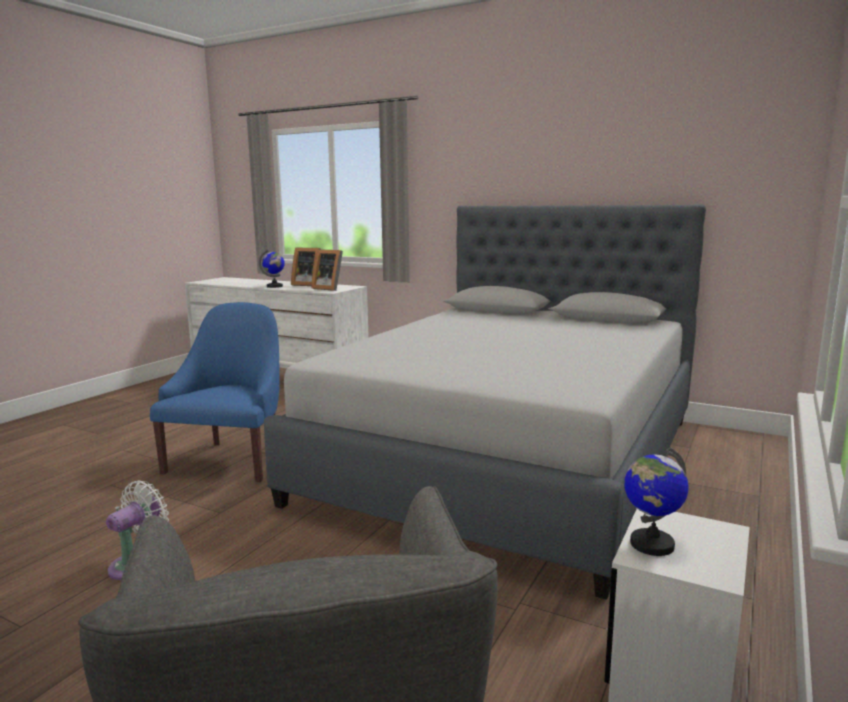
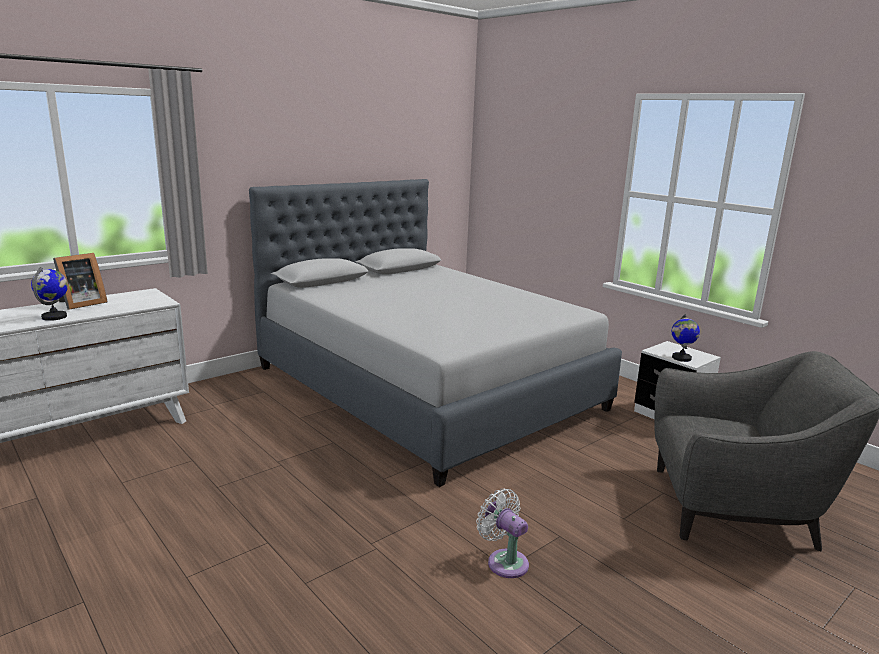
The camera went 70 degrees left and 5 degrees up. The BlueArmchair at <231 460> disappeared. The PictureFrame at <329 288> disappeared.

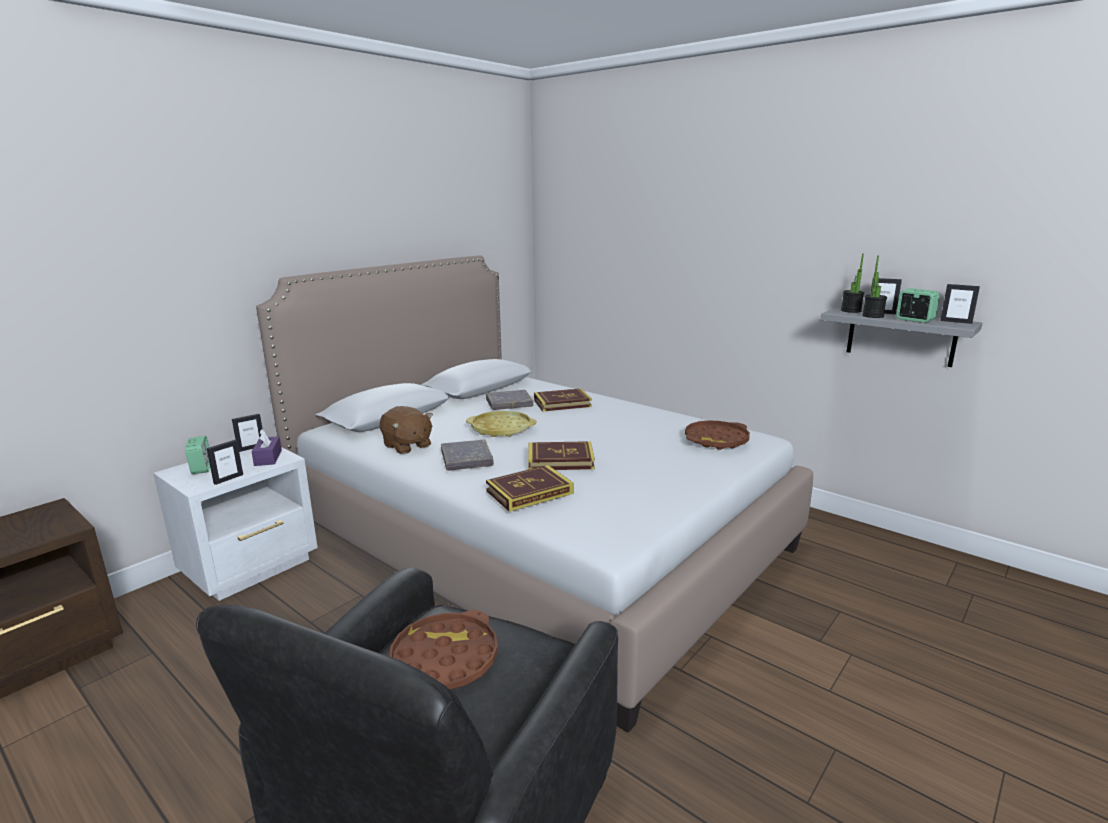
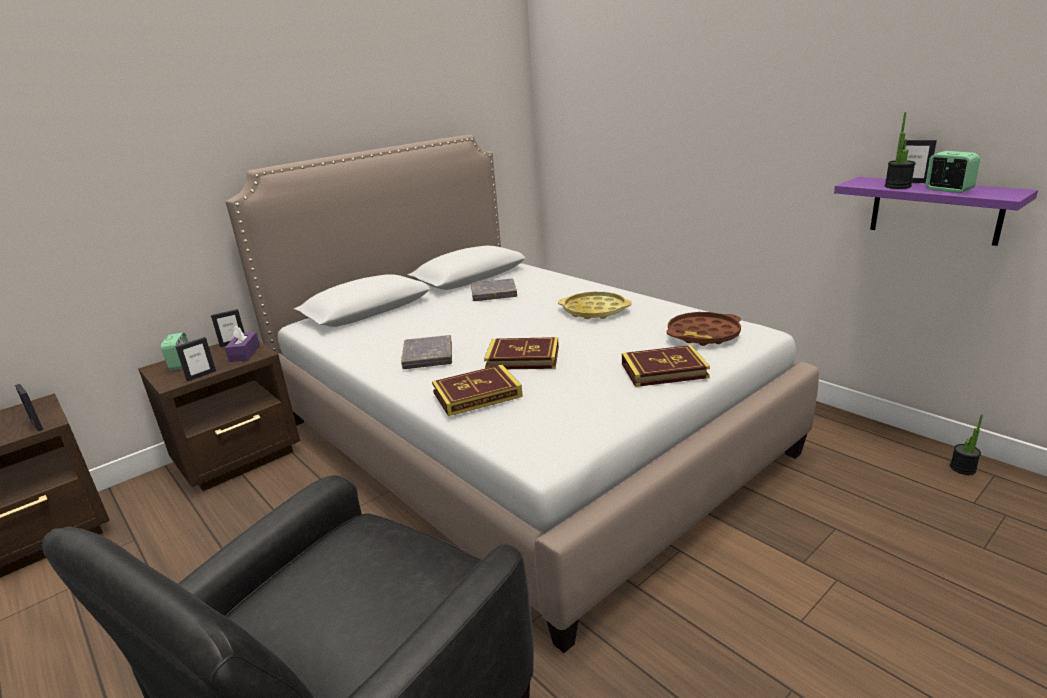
The camera went 10 degrees right and 5 degrees up. The BrownPlushToy at <407 446> disappeared. The BrownTray at <444 659> disappeared. The YellowTray moved from <501 429> to <594 311>. The Book moved from <562 403> to <664 370>. The PottedPlant moved from <851 311> to <962 468>. The PictureFrame moved from <956 322> to <37 425>. The WhiteNightstand at <252 567> became the BrownNightstand at <240 458>. The GreyShelf at <900 336> became the PurpleShelf at <935 210>.

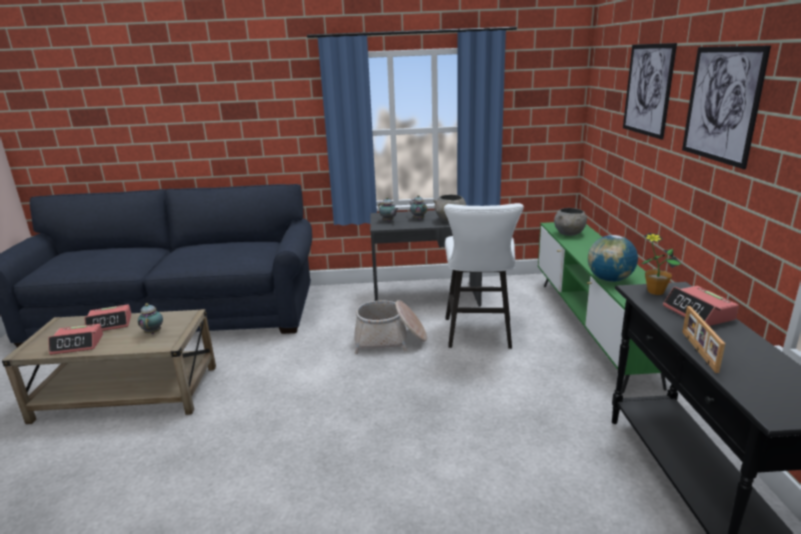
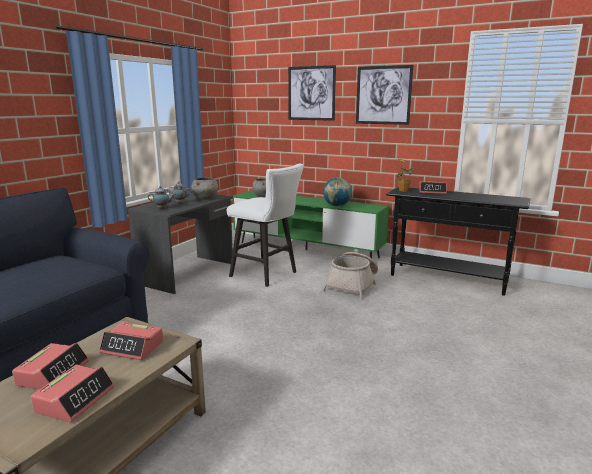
The camera went 60 degrees left and 5 degrees down. The PictureFrame at <698 351> disappeared. The Basket moved from <390 340> to <352 285>. The Teapot at <153 332> was replaced by the AlarmClock at <133 347>.

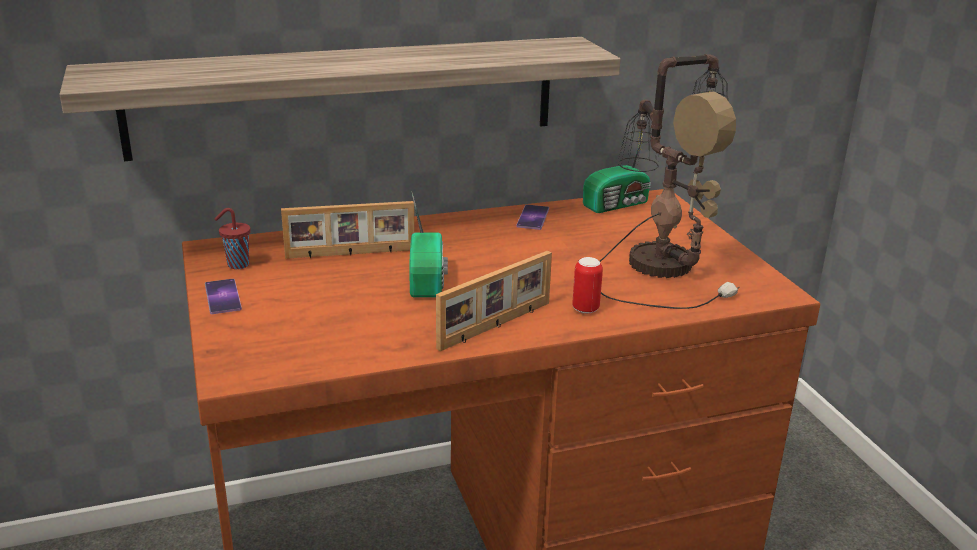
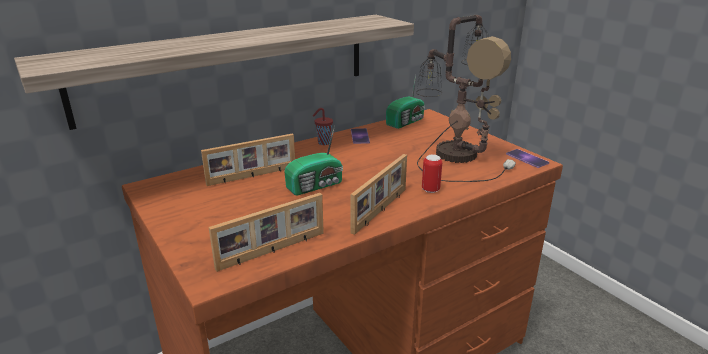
The camera went 15 degrees left and 0 degrees up. The PictureFrame at <272 251> appeared. The Phone moved from <222 296> to <527 158>. The RedCup moved from <236 265> to <323 143>. The Radio at <428 279> turned 75 degrees clockwise.

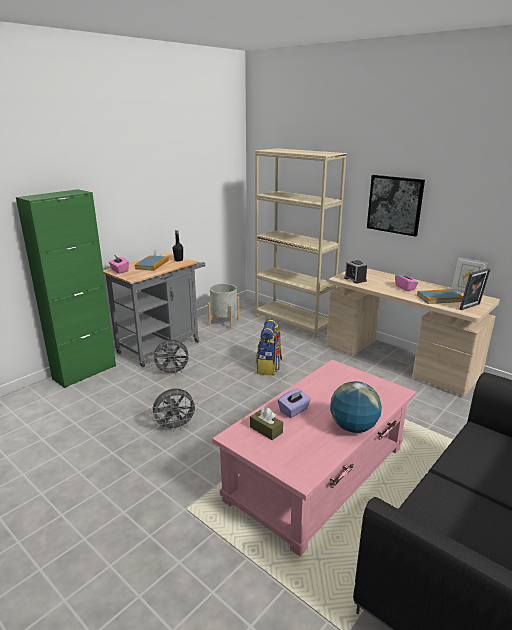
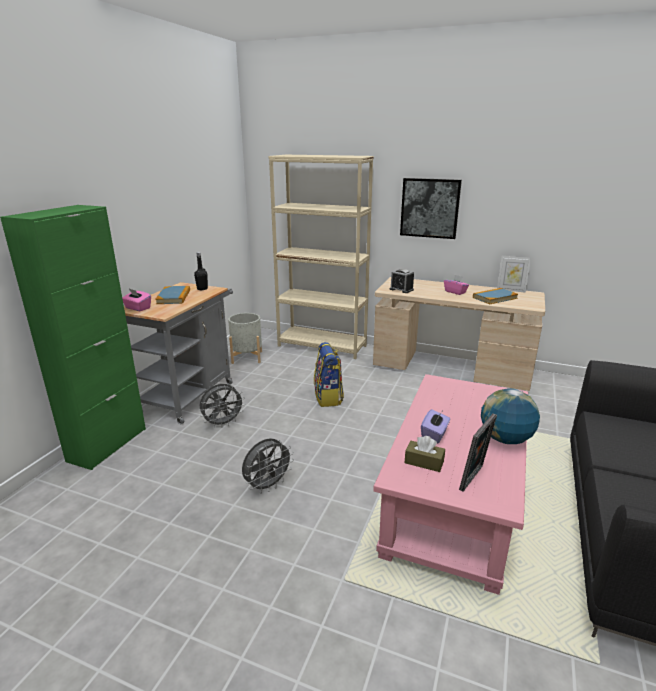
The camera went 20 degrees left and 0 degrees up. The PictureFrame moved from <471 307> to <474 479>.

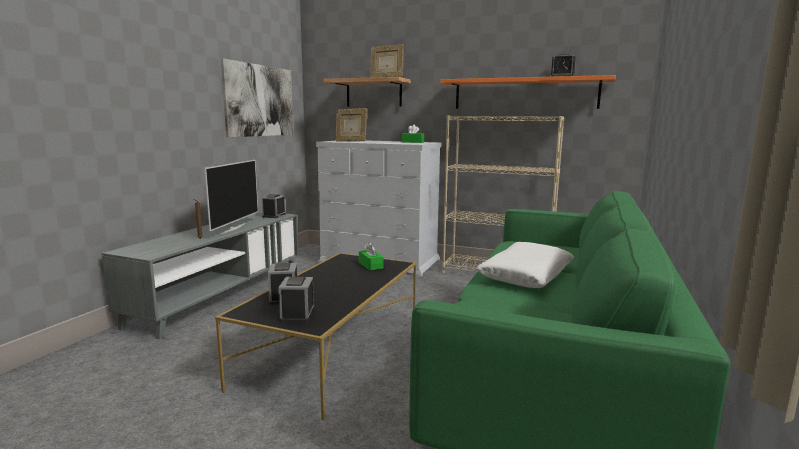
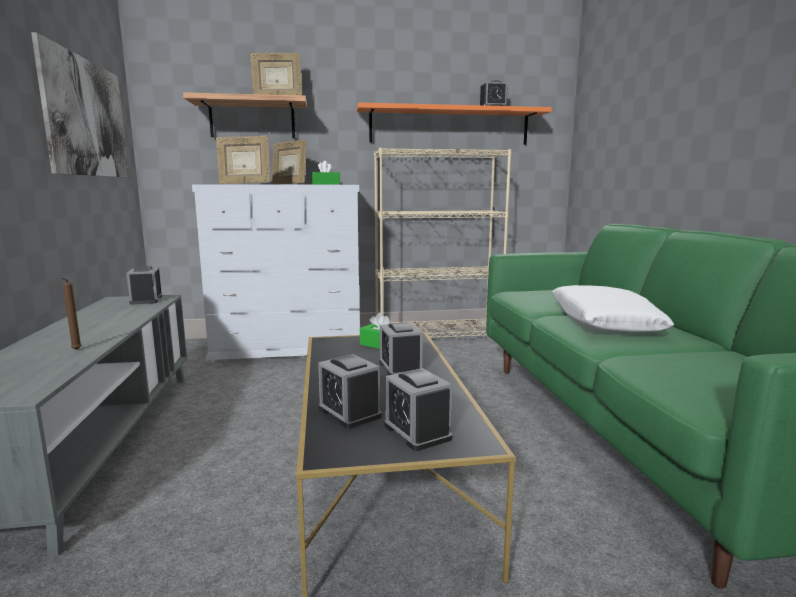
The camera went 30 degrees left and 0 degrees up. The Television at <232 228> disappeared. The PictureFrame at <289 184> appeared. The AlarmClock at <400 368> appeared.

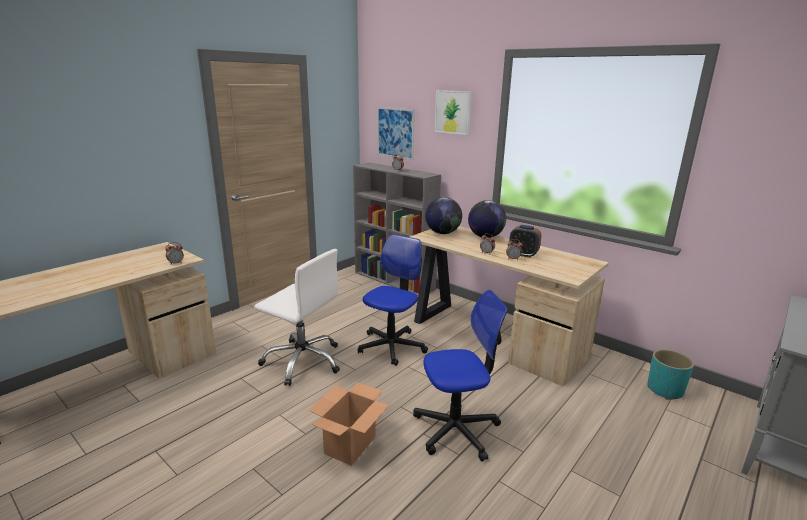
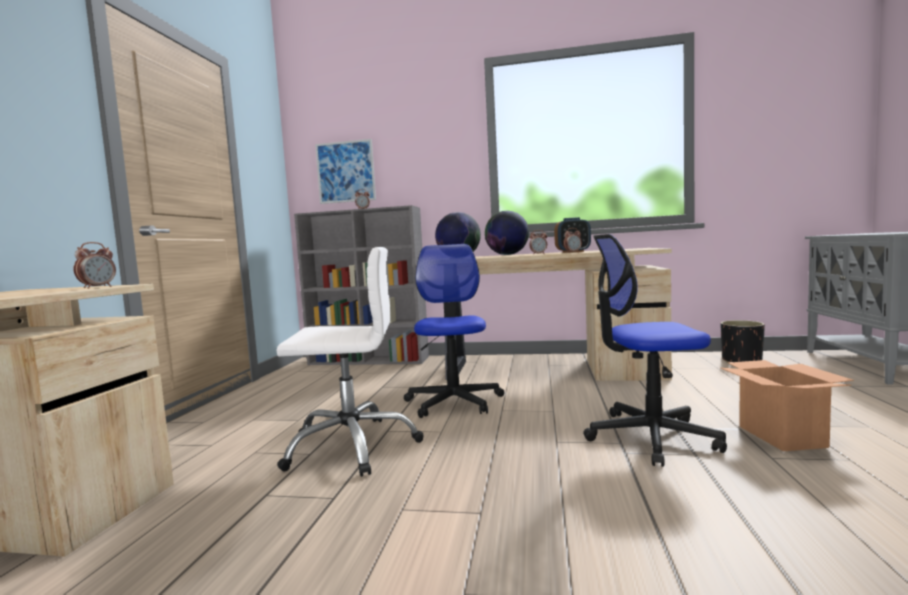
The camera went 30 degrees left and 15 degrees down. The Picture at <453 112> disappeared. The CardboardBox moved from <350 444> to <780 436>. The TurquoisePlanter at <665 390> became the BlackPlanter at <742 361>. The OfficeChair at <456 429> turned 135 degrees counterclockwise.

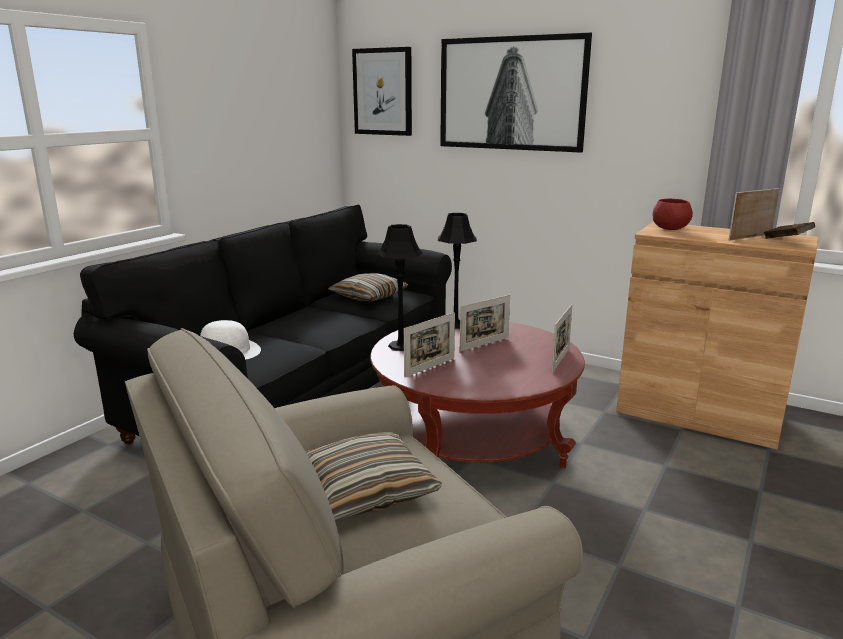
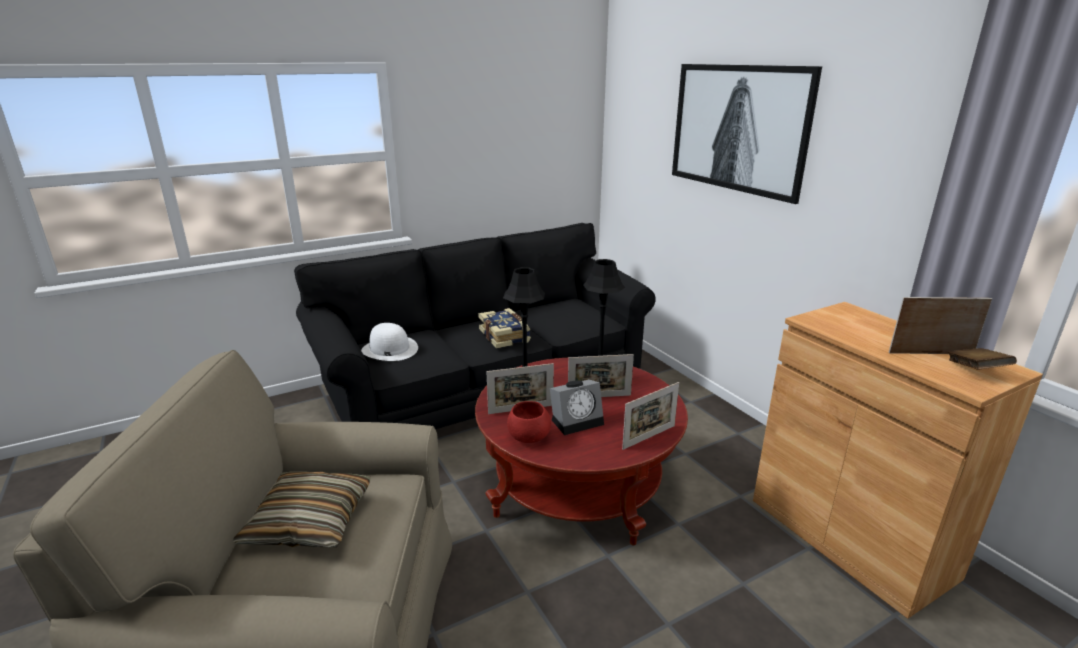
The camera went 30 degrees right and 5 degrees up. The Pillow at <369 296> disappeared. The Picture at <383 92> disappeared. The Book at <505 336> appeared. The AlarmClock at <577 420> appeared. The RedBowl moved from <669 229> to <528 437>.

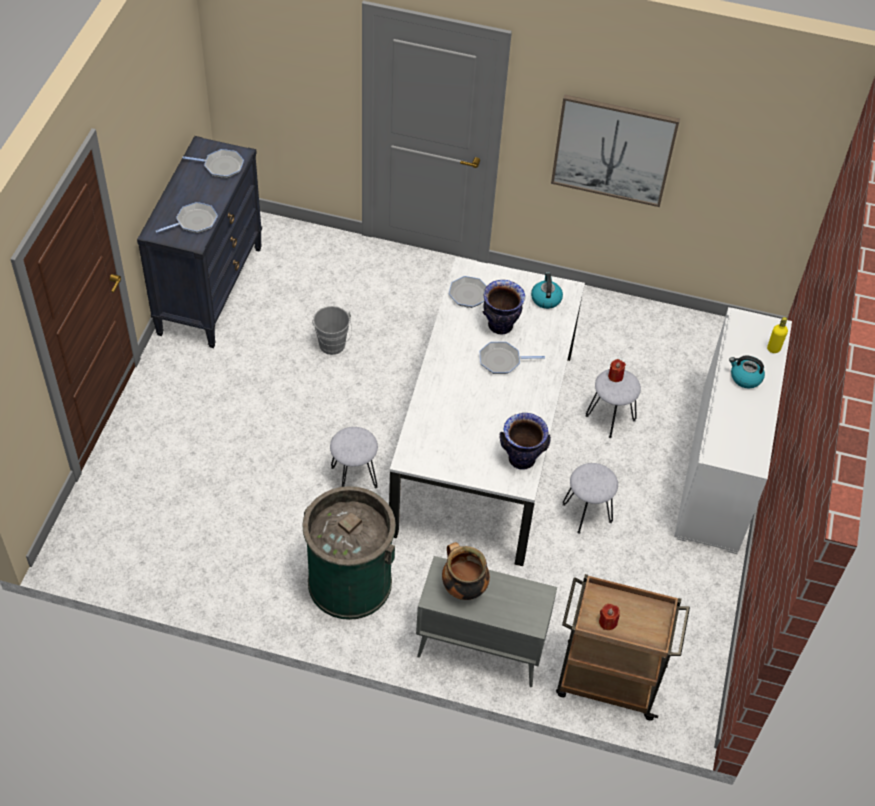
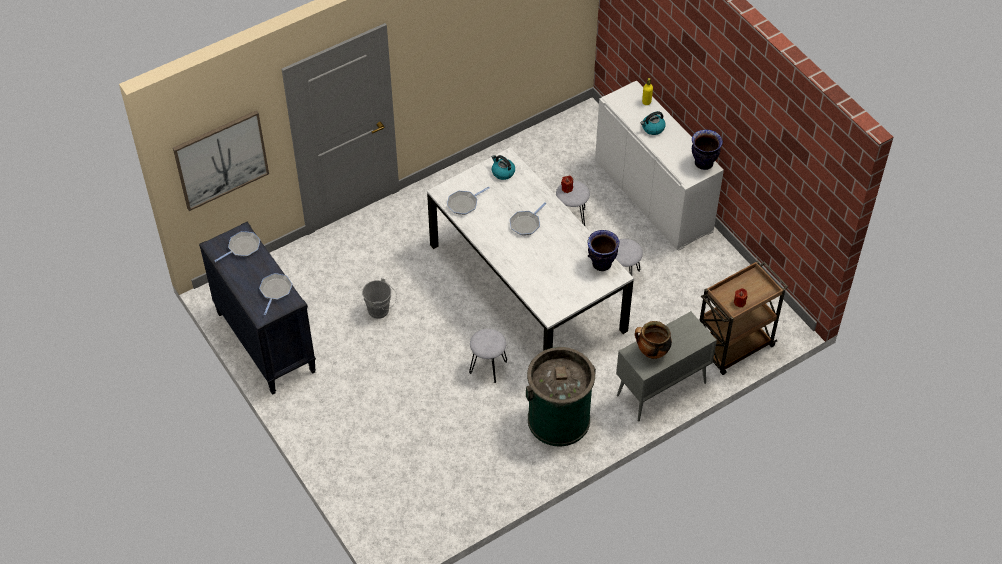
The camera went 45 degrees left and 0 degrees up. The Vase moved from <501 326> to <704 163>. The Picture moved from <613 150> to <221 159>.

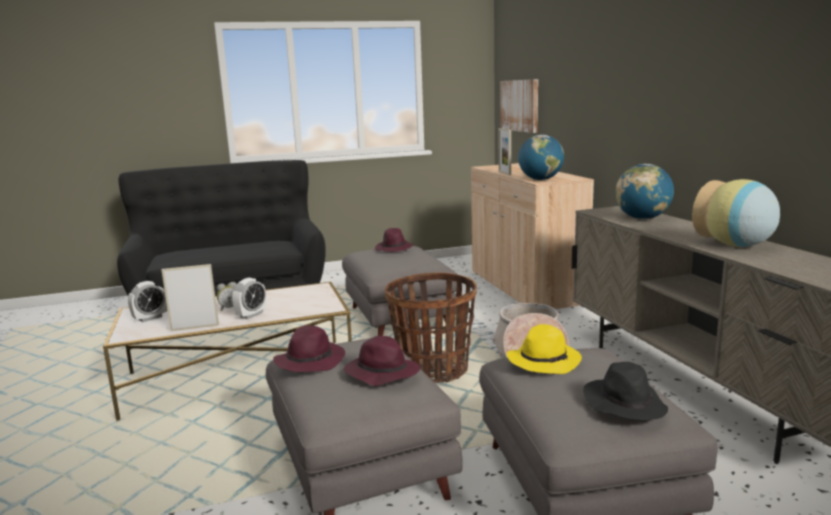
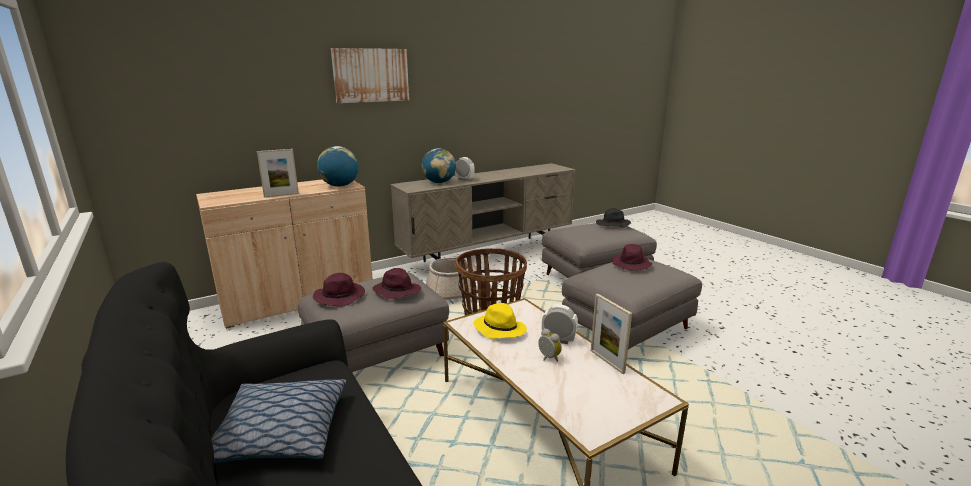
The camera went 105 degrees left and 5 degrees up. The Vase at <736 245> disappeared. The Pillow at <280 434> appeared. The AlarmClock moved from <150 318> to <464 179>. The PurpleHat moved from <310 360> to <396 291>. The Picture moved from <520 105> to <371 75>. The YellowHat moved from <544 361> to <499 329>.

